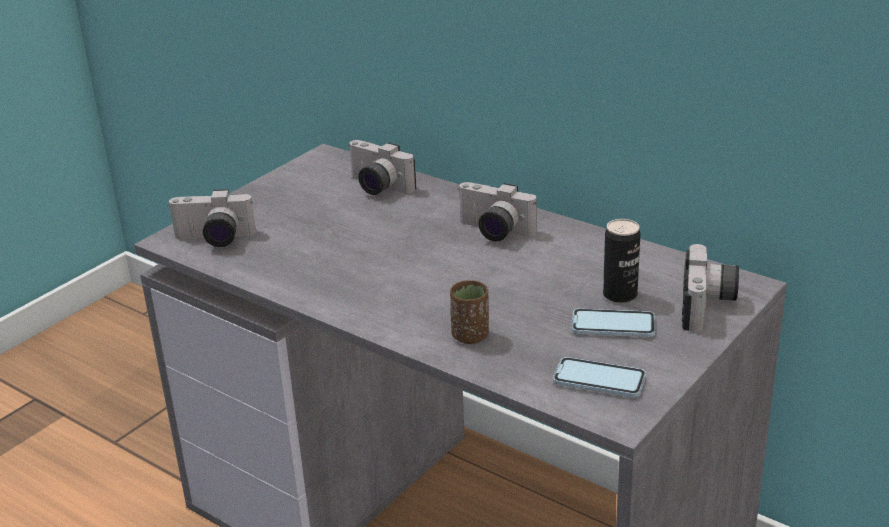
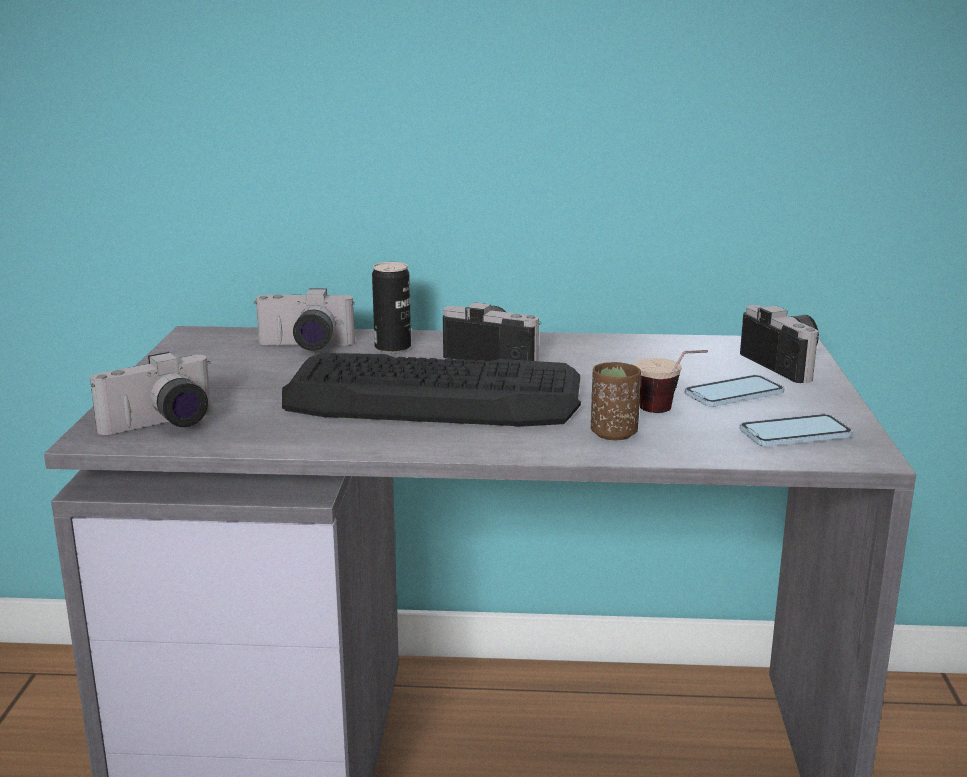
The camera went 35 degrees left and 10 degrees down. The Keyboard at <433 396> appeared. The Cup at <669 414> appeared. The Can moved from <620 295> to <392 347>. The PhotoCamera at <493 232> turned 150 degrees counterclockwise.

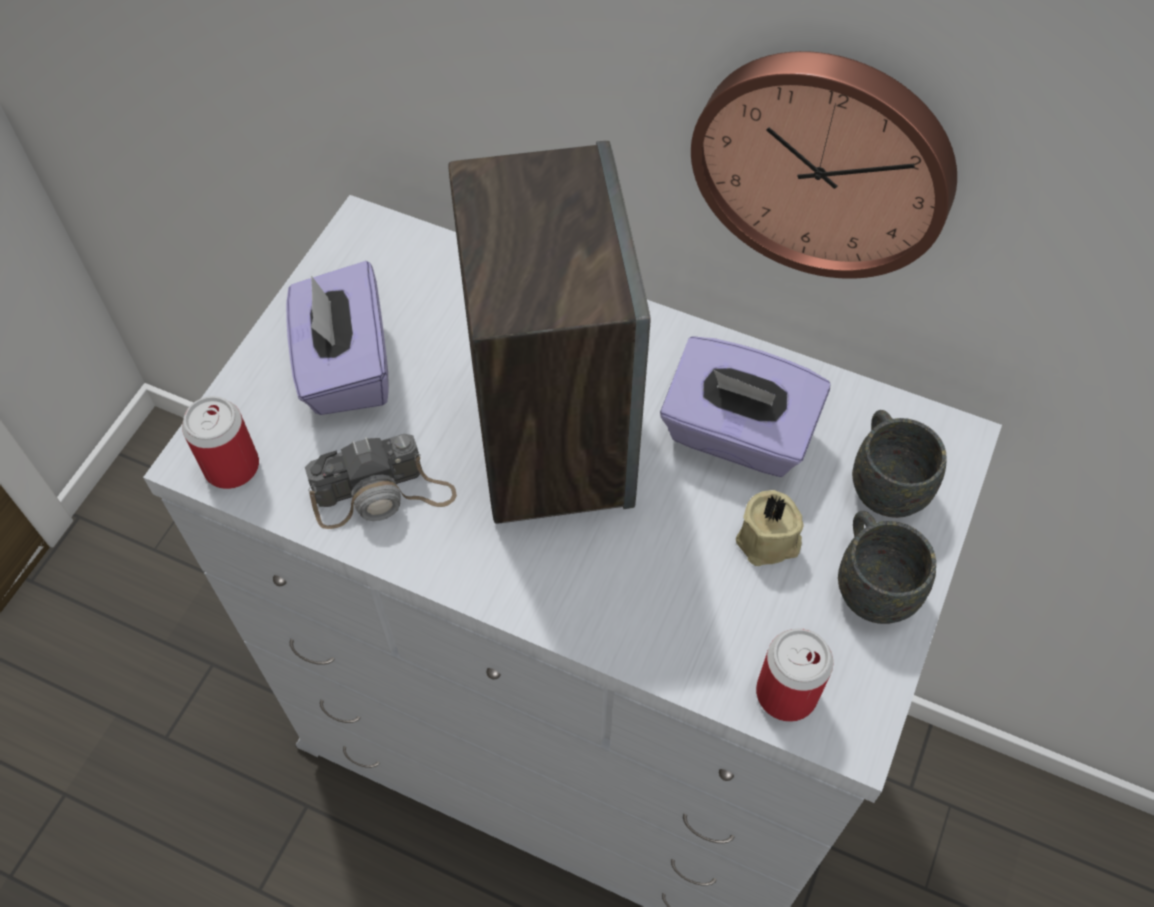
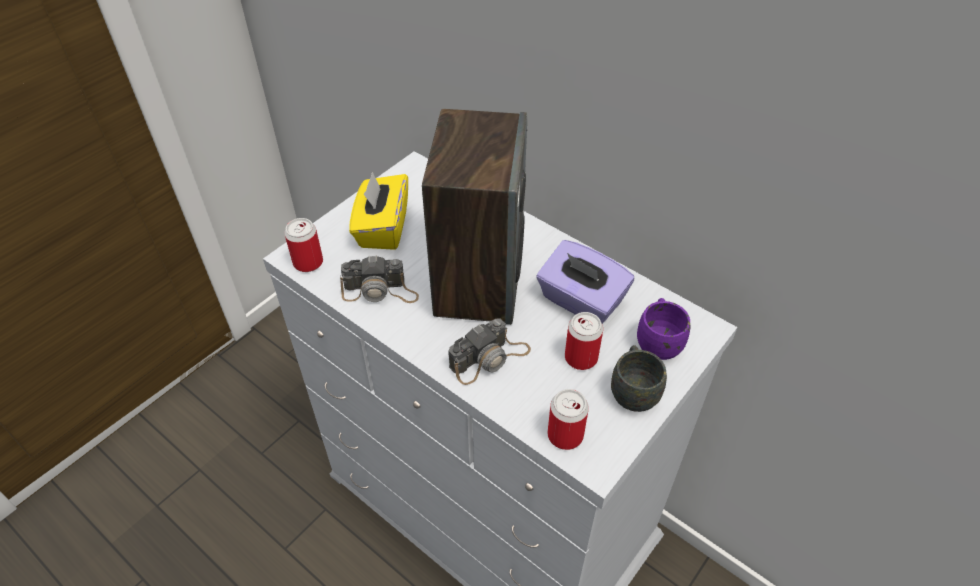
The camera went 15 degrees right and 10 degrees down. The WallClock at <825 161> disappeared. The PhotoCamera at <489 358> appeared. The BeigeCandle at <769 542> was replaced by the Can at <581 357>. The PurpleTissueBox at <345 367> became the YellowTissueBox at <382 228>. The GreyMug at <884 480> became the PurpleMug at <658 341>.

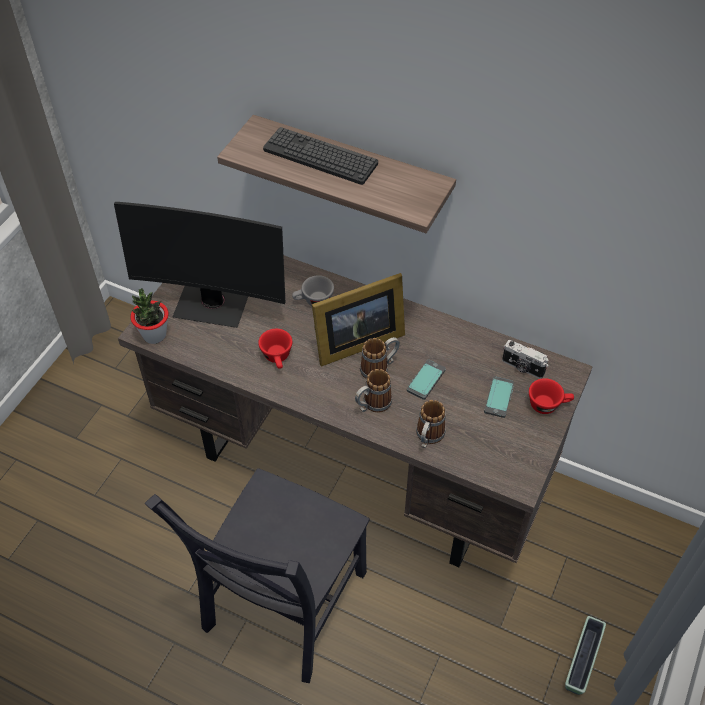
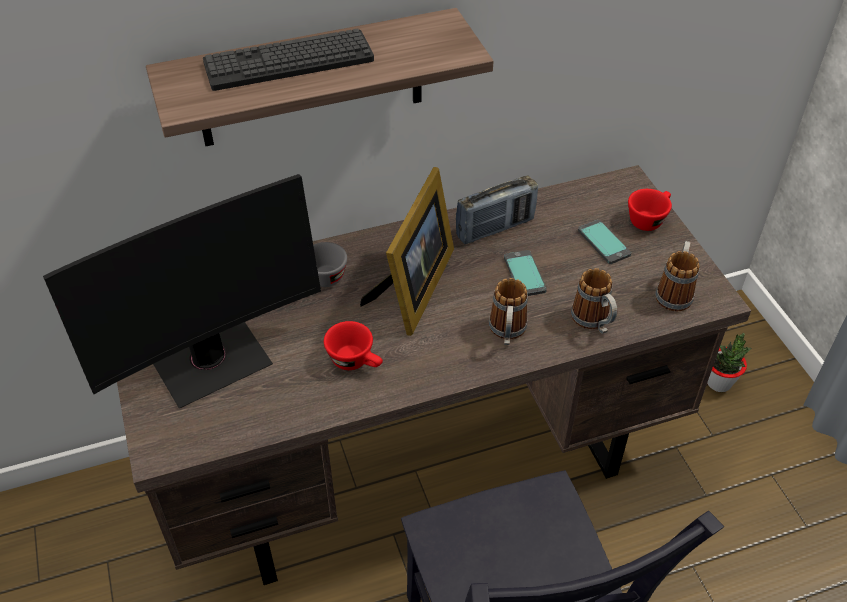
The camera went 45 degrees left and 5 degrees down. The PhotoCamera at <522 368> disappeared. The Planter at <582 660> disappeared. The Radio at <495 228> appeared. The PottedPlant moved from <154 335> to <719 383>. The Mug moved from <379 368> to <674 292>.

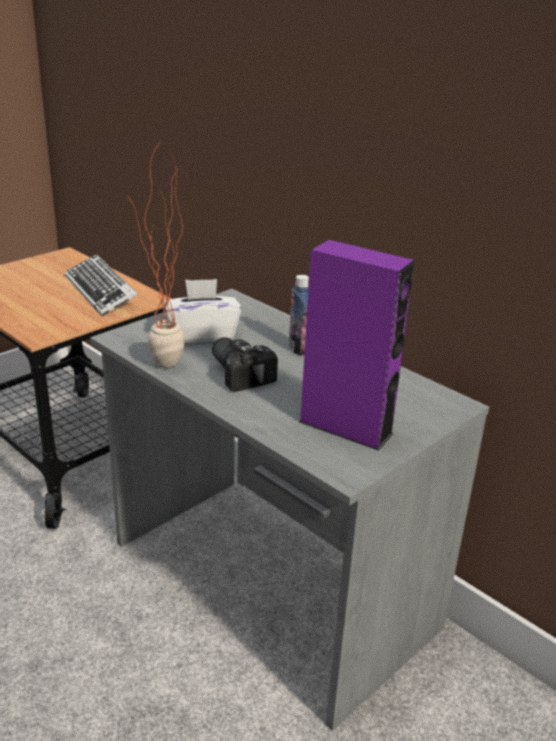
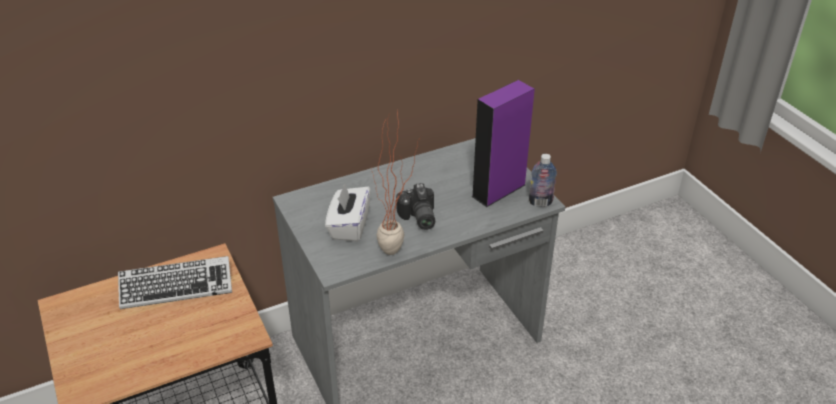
The camera went 70 degrees left and 10 degrees up. The Bottle moved from <298 348> to <540 202>. The PhotoCamera at <242 373> turned 90 degrees counterclockwise.

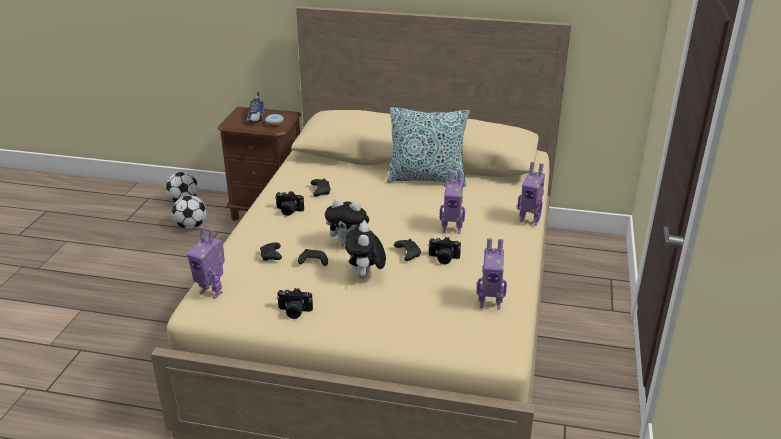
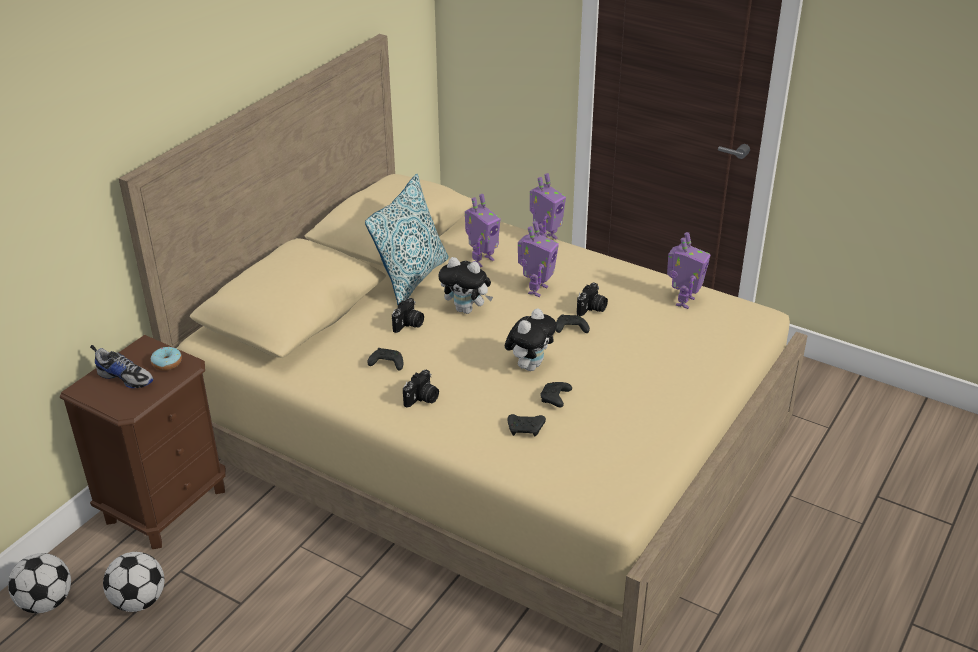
The camera went 70 degrees left and 5 degrees up. The ToyRobot moved from <212 292> to <482 260>. The PhotoCamera moved from <294 312> to <409 324>. The PlushToy moved from <365 276> to <466 310>.

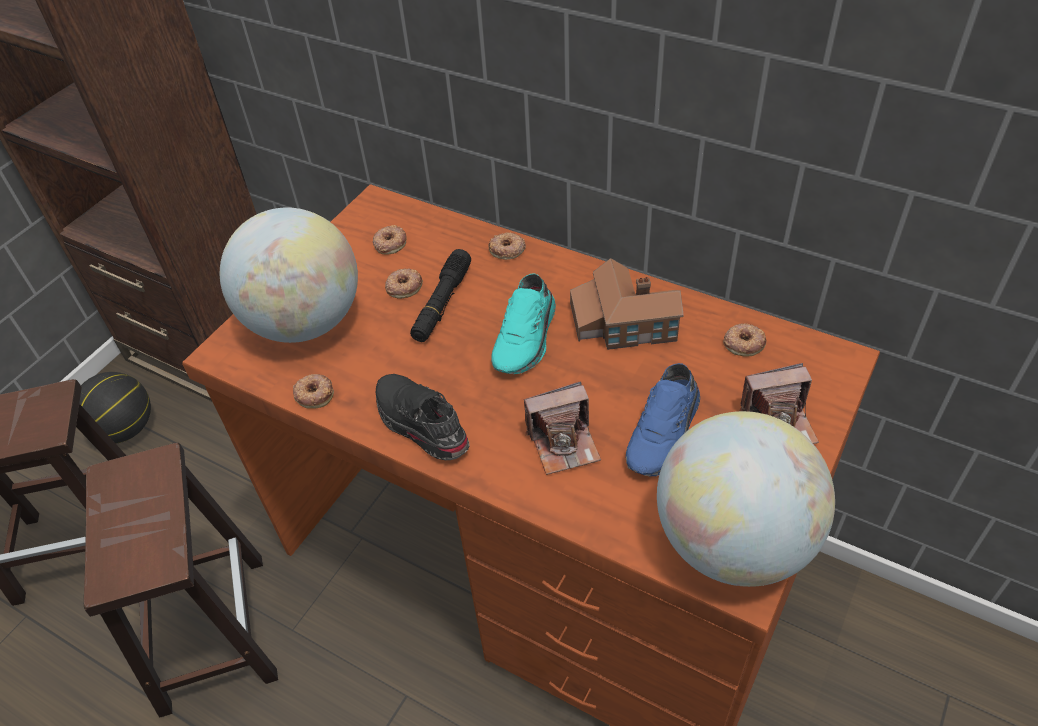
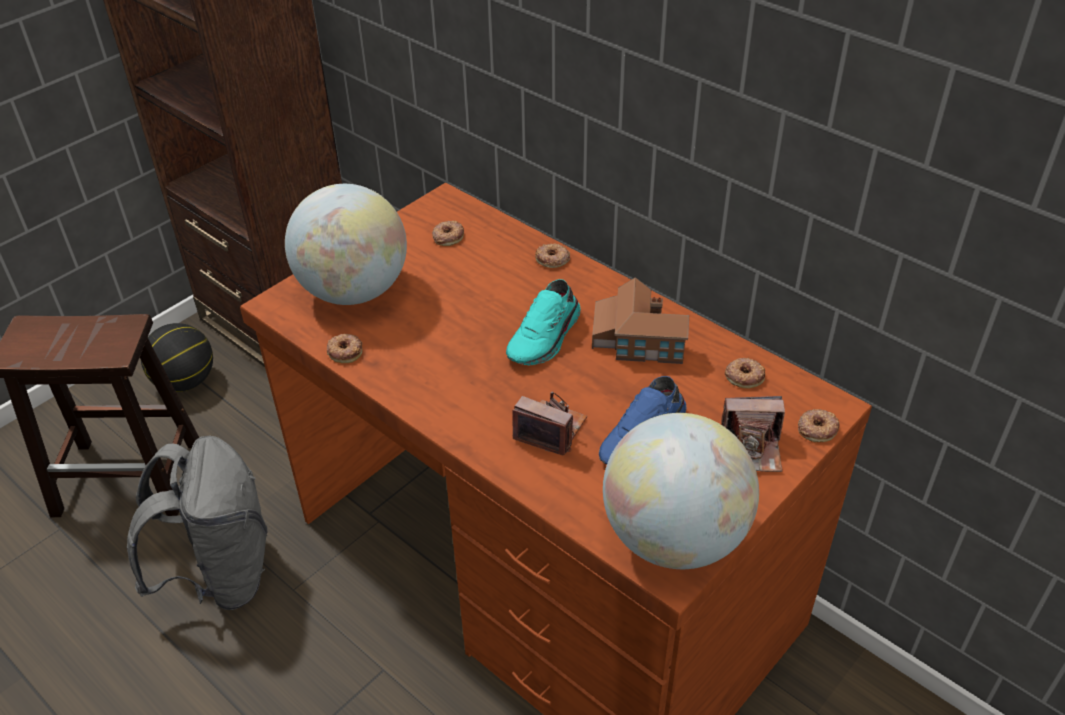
The camera went 10 degrees right and 5 degrees down. The BlackShoe at <419 425> disappeared. The BlackFlashlight at <442 303> disappeared. The Donut moved from <404 286> to <817 428>. The BrownStool at <213 630> was replaced by the GreyBackpack at <221 575>. The PhotoCamera at <563 443> turned 150 degrees counterclockwise.

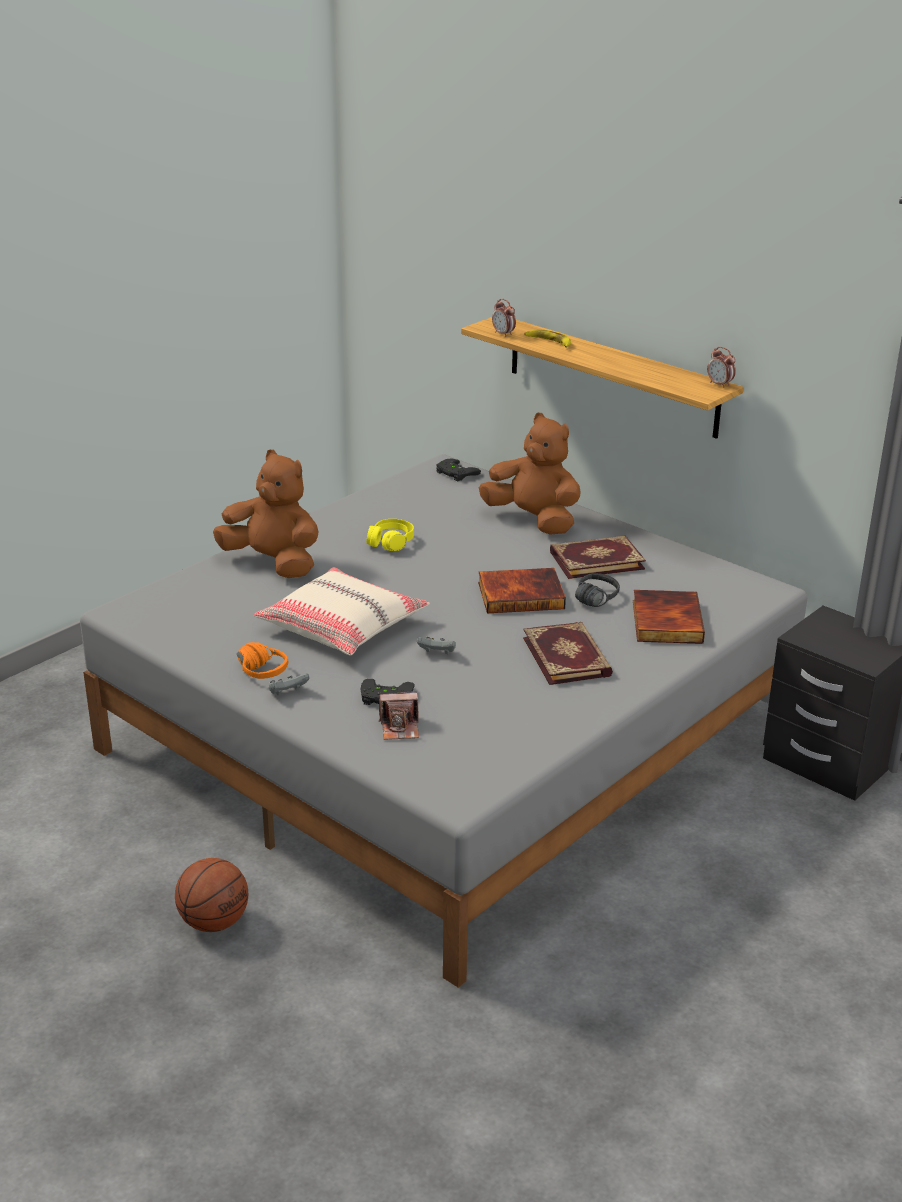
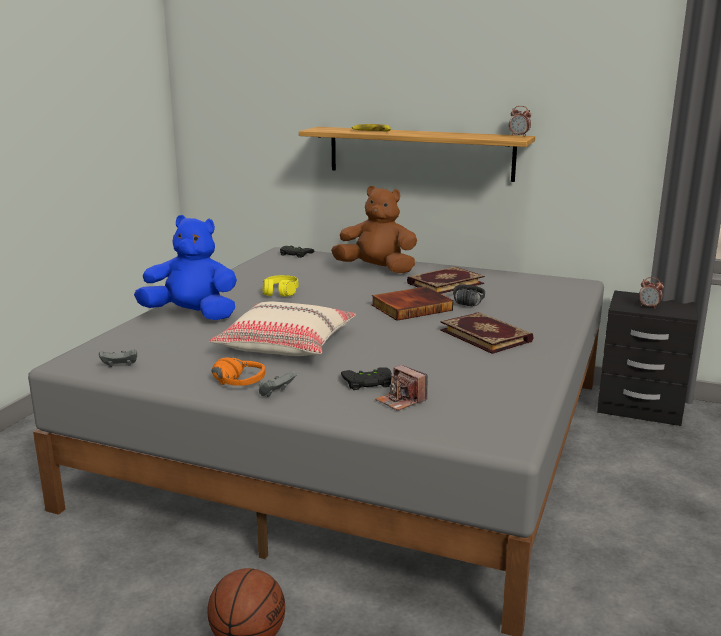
The camera went 20 degrees left and 10 degrees down. The Book at <665 621> disappeared. The GreyGameController moved from <437 653> to <120 366>. The AlarmClock moved from <503 334> to <649 306>. The BrownPlushToy at <273 563> became the BluePlushToy at <192 315>. The PhotoCamera at <400 728> turned 75 degrees clockwise.

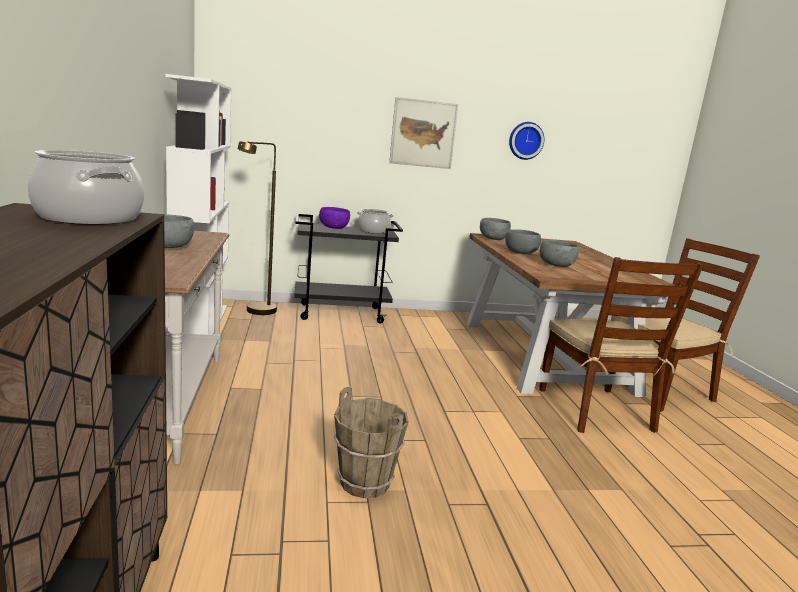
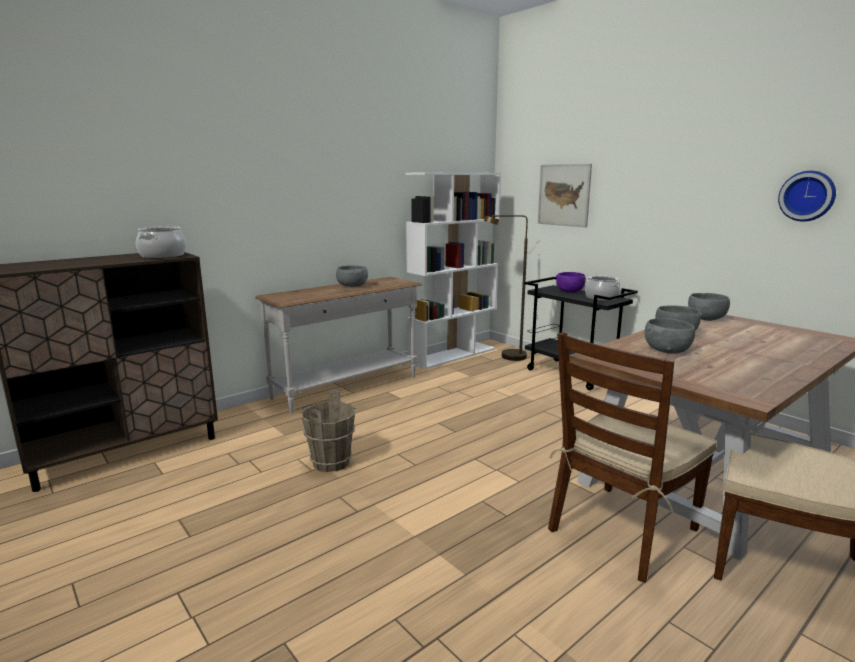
The camera went 60 degrees right and 0 degrees up. The Picture moved from <423 133> to <564 195>.

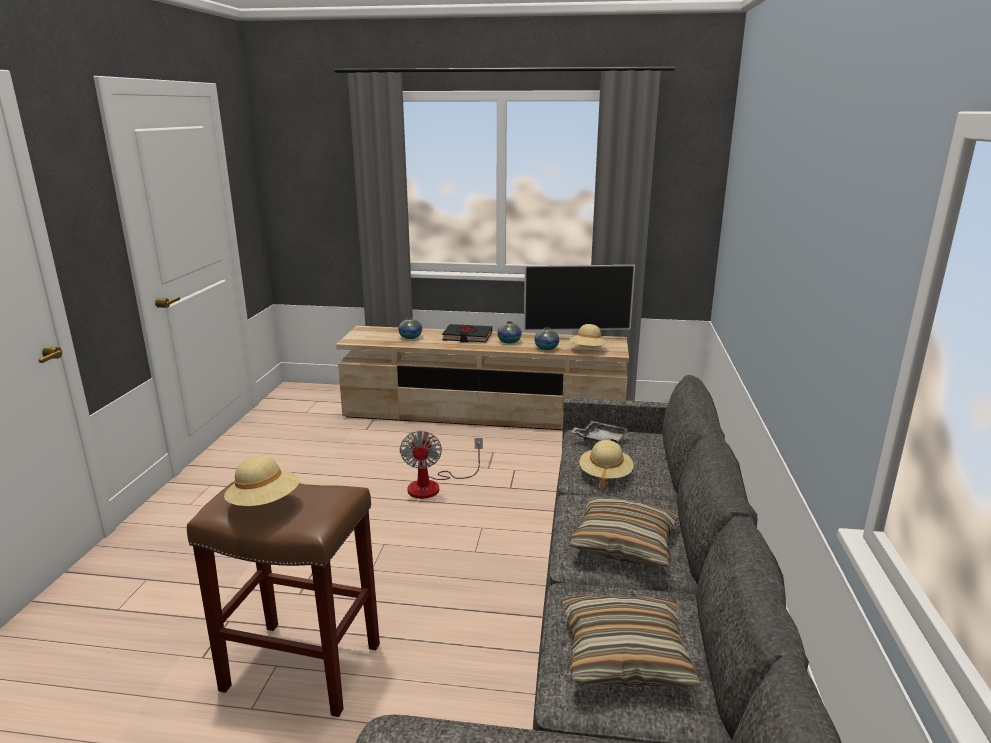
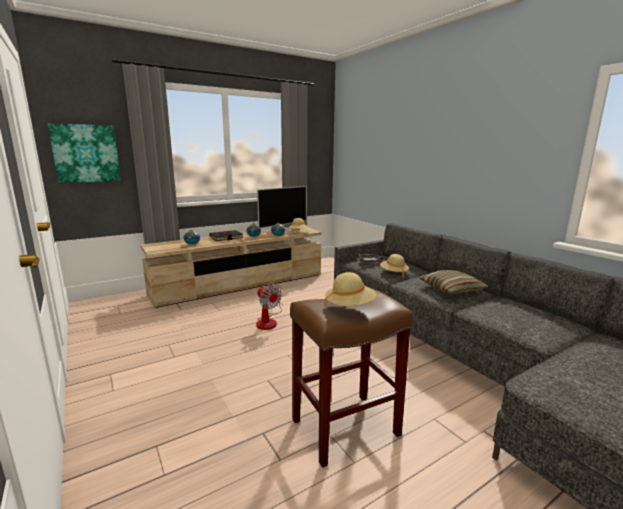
The camera went 40 degrees left and 5 degrees down. The Pillow at <625 655> disappeared. The Picture at <86 153> appeared.

